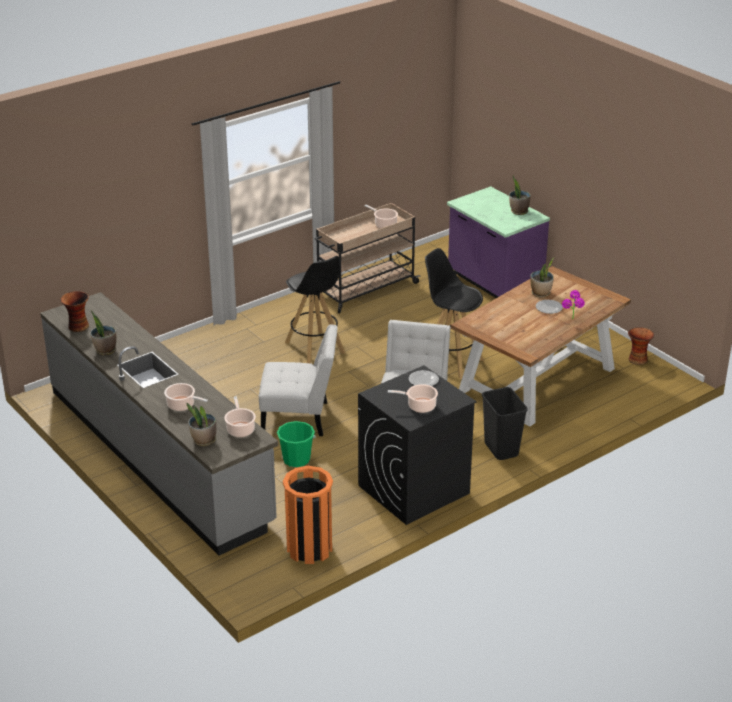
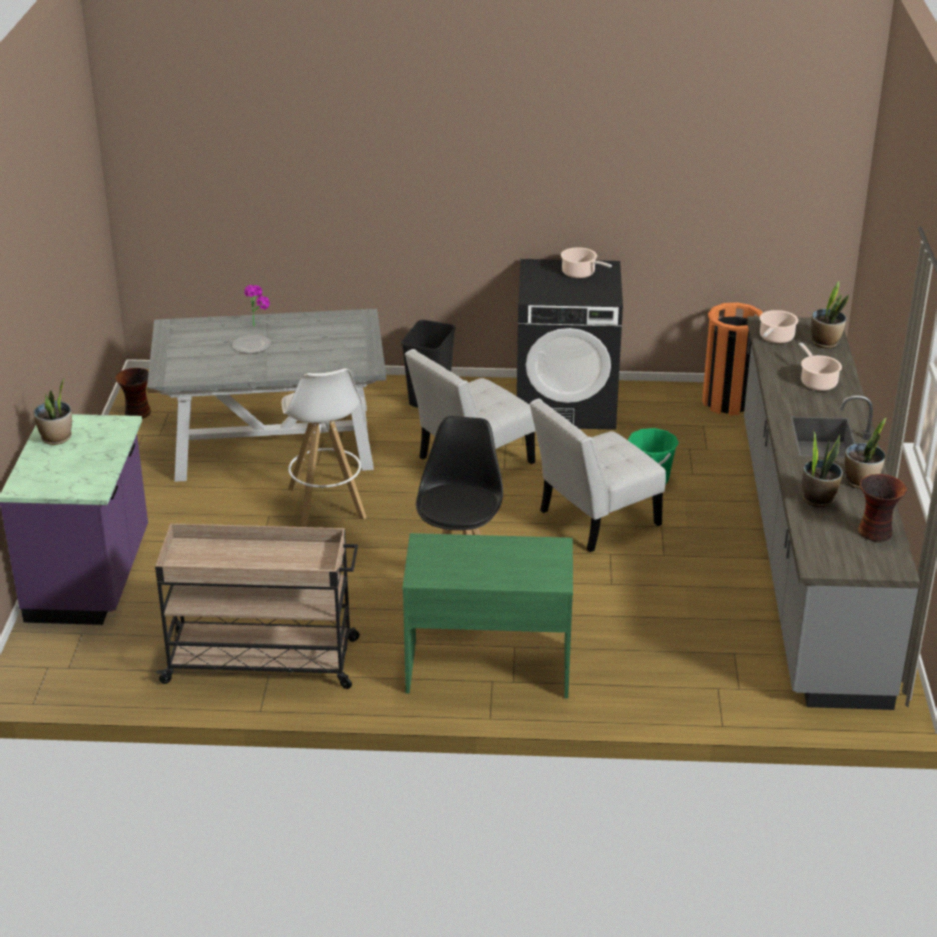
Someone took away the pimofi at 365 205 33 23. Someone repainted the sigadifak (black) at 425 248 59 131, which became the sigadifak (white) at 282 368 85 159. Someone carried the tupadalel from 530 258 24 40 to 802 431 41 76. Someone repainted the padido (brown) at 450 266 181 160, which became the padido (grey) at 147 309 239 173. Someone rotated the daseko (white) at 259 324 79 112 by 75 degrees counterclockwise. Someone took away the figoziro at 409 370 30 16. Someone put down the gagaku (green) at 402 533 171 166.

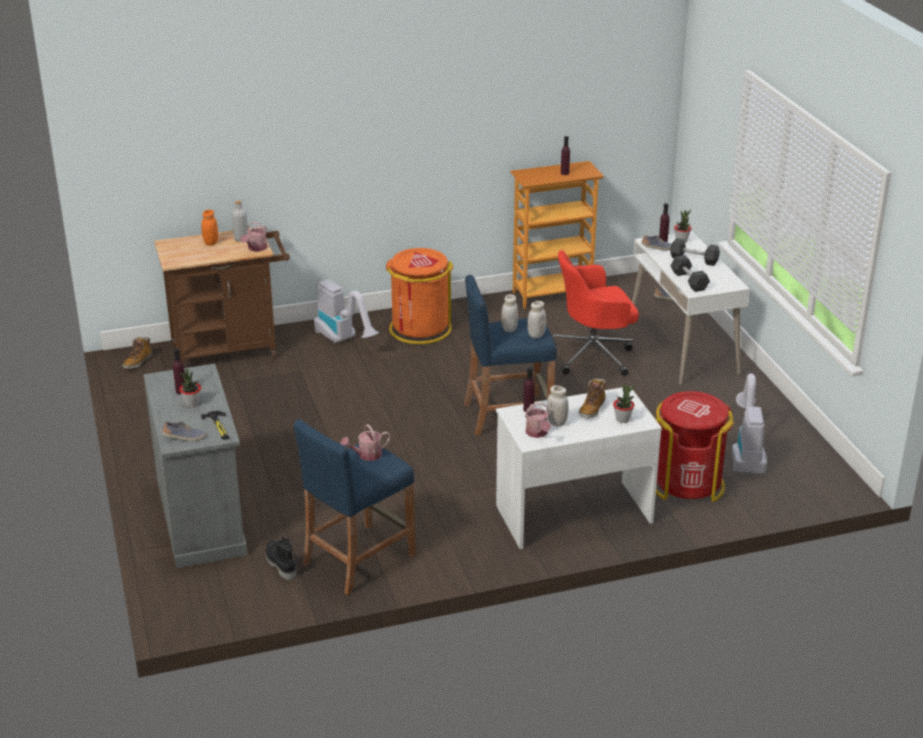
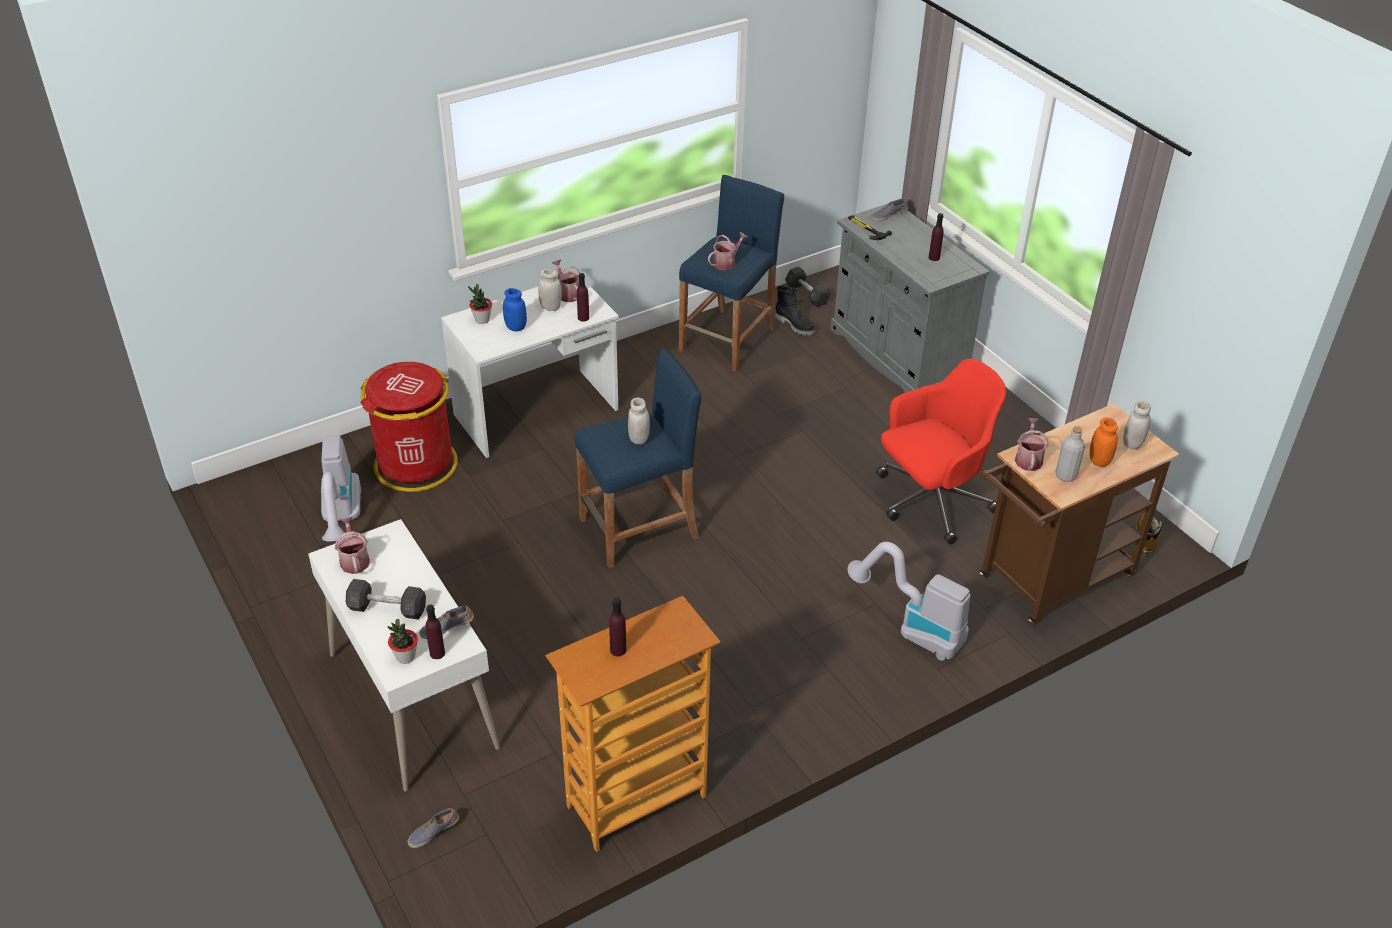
Someone took away the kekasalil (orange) at 386 248 67 96. Someone carried the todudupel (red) from 553 250 86 126 to 876 359 130 185. Someone carried the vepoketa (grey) from 670 255 40 37 to 785 266 46 41. Someone carried the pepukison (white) from 527 301 19 37 to 1123 401 28 49. Someone took away the tupadalel at 180 369 21 38. Someone swapped the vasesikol at 579 378 27 41 for the pepukison (blue) at 503 288 24 44. Someone put down the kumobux at 335 517 35 57.

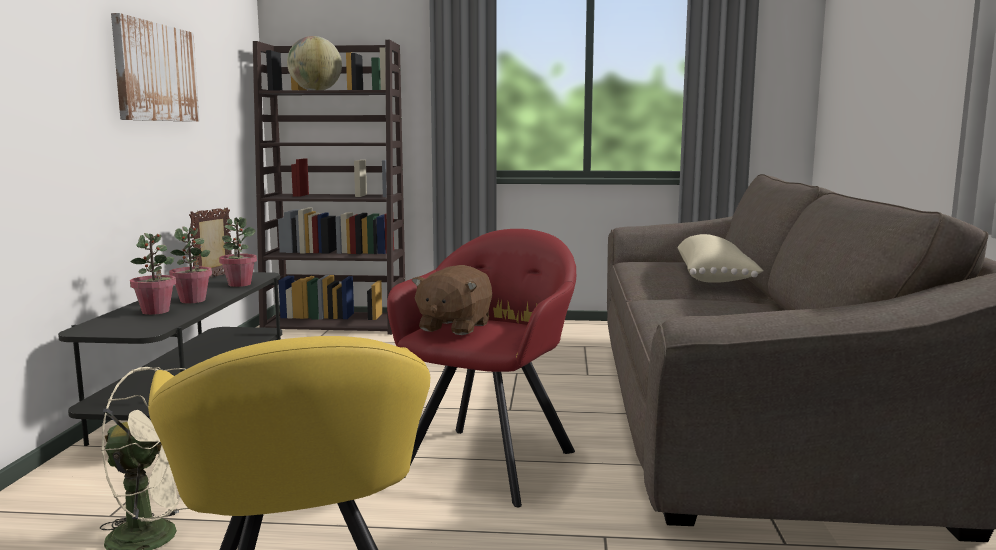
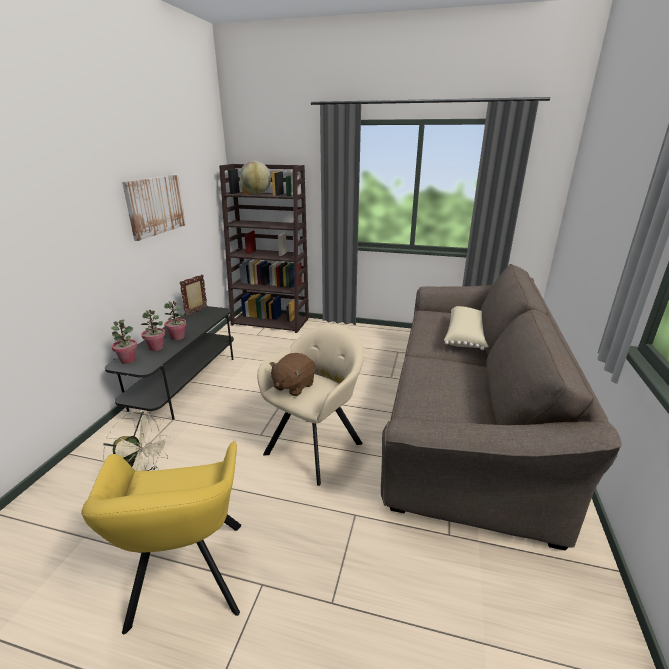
Someone carried the tupadalel from 219 217 38 70 to 111 320 26 44. Someone repainted the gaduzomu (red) at 387 229 189 278, which became the gaduzomu (beige) at 257 324 107 162.

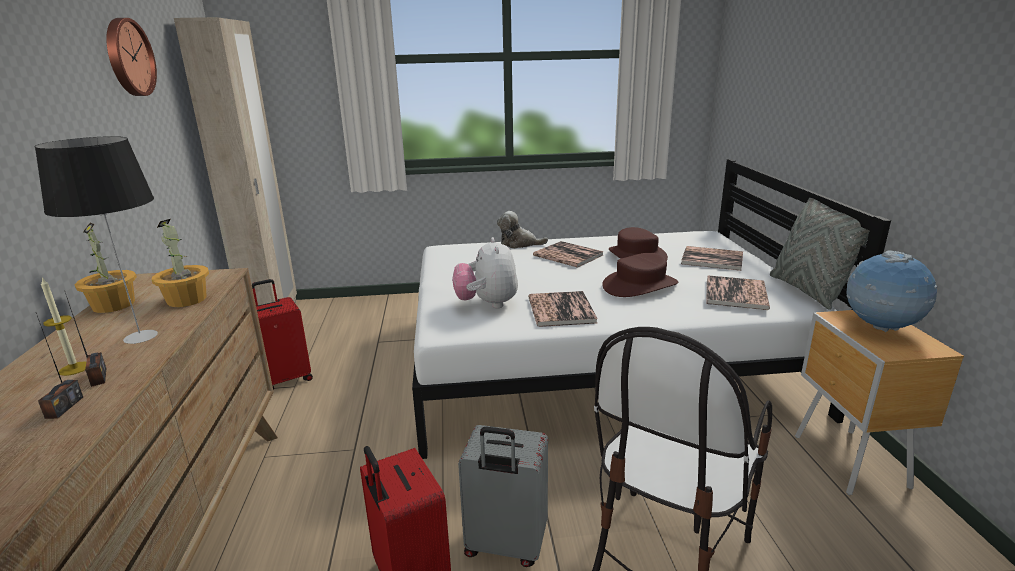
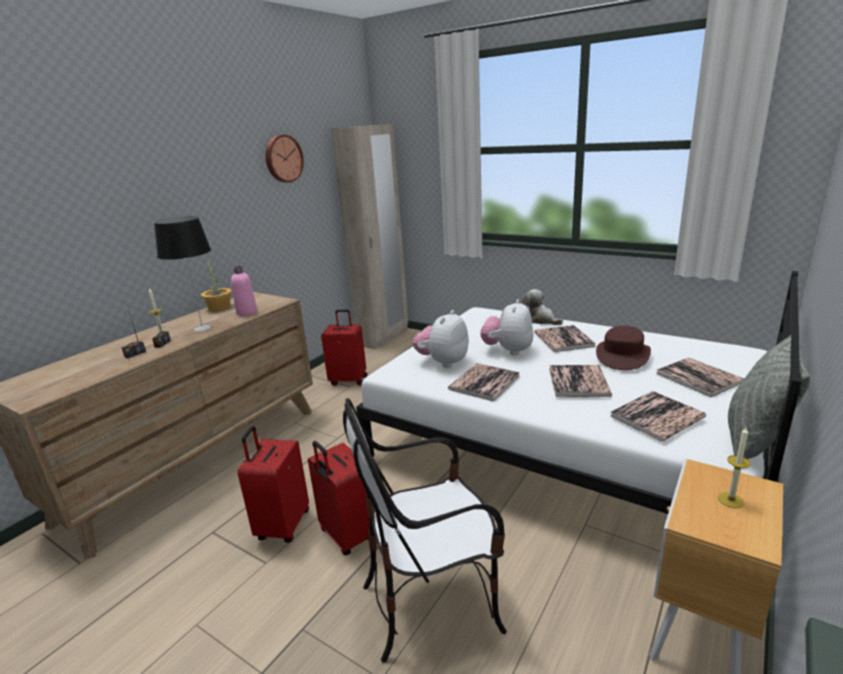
Someone swapped the tupadalel at 152 219 57 88 for the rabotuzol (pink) at 231 266 26 50. Someone swapped the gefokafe at 846 250 91 82 for the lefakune at 718 427 33 81. Someone swapped the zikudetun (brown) at 602 253 76 44 for the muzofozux at 549 365 63 32. Someone repainted the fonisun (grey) at 458 425 90 142, which became the fonisun (red) at 308 441 66 114. Someone put down the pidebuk at 480 299 54 57.

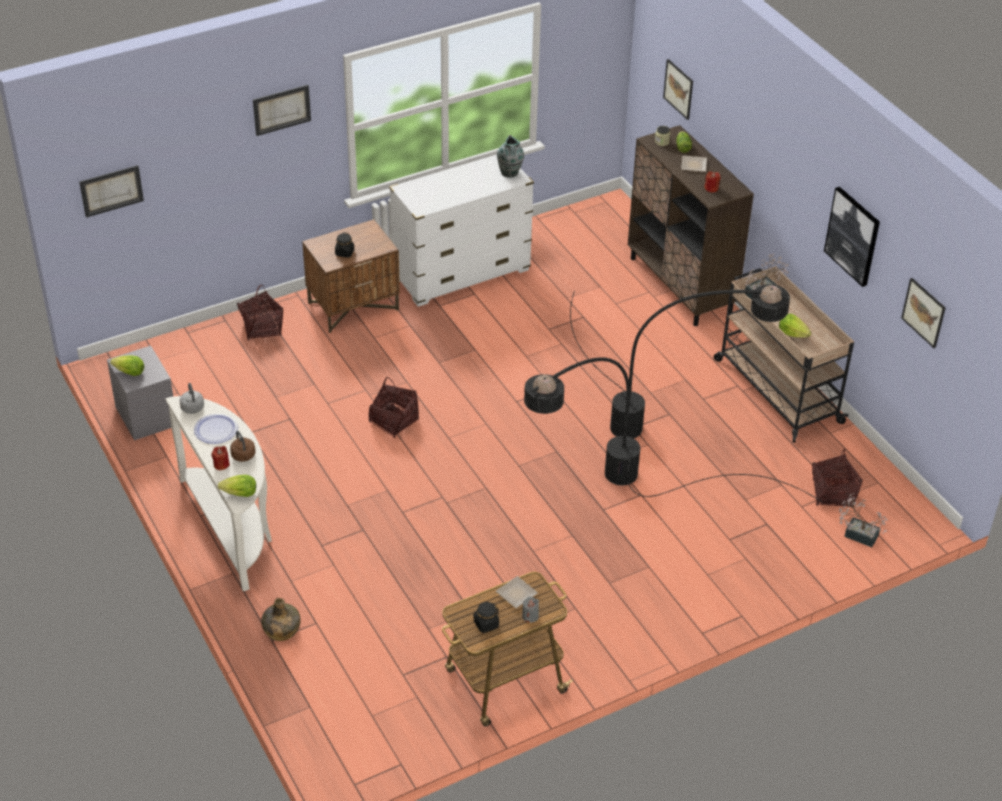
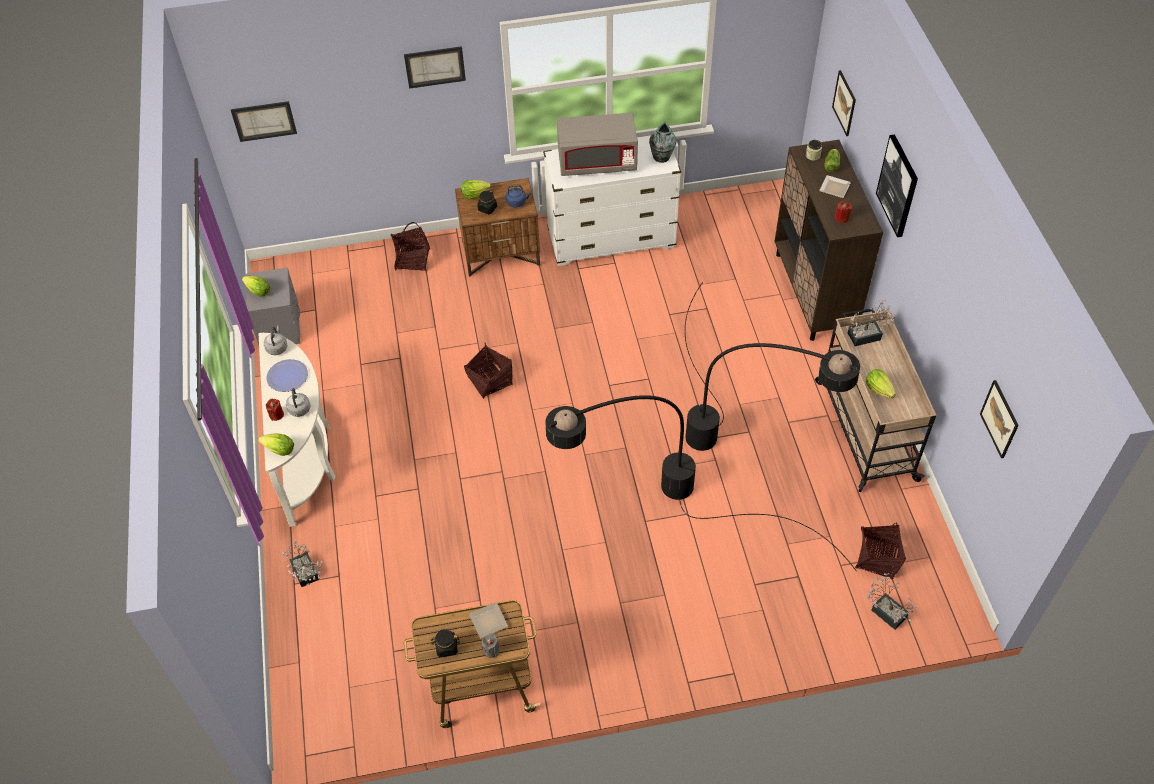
Someone carried the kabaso from 824 187 56 100 to 876 134 42 103. Someone repainted the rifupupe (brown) at 230 431 25 31, which became the rifupupe (grey) at 286 388 25 29. Someone swapped the rabotuzol (green) at 261 598 40 43 for the tupadalel at 282 541 41 46. Someone put down the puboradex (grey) at 557 113 81 63. Someone put down the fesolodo at 461 180 30 19. Someone put down the rifupupe (blue) at 506 185 25 22.

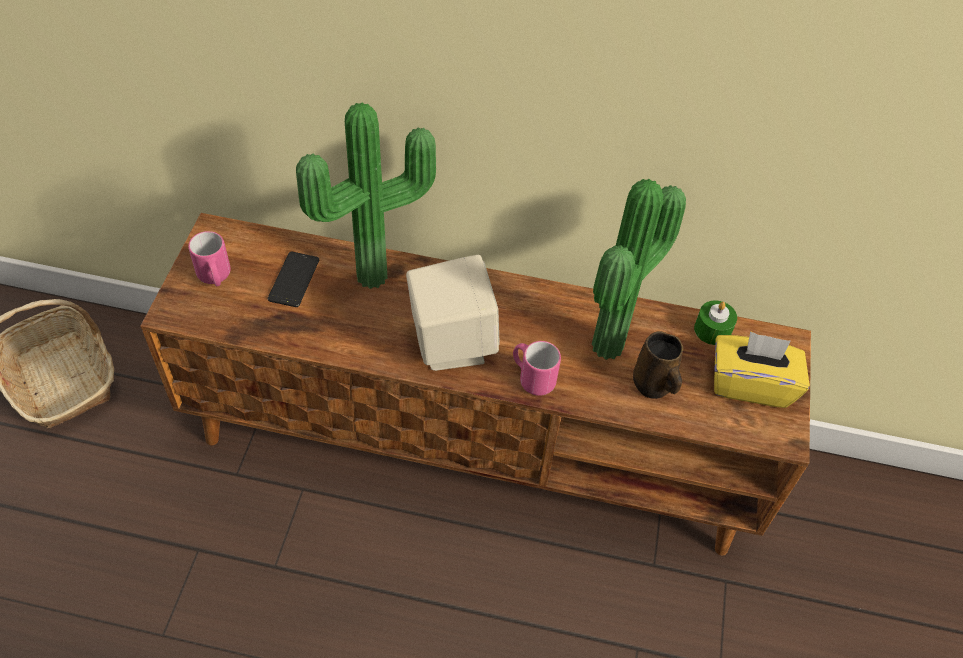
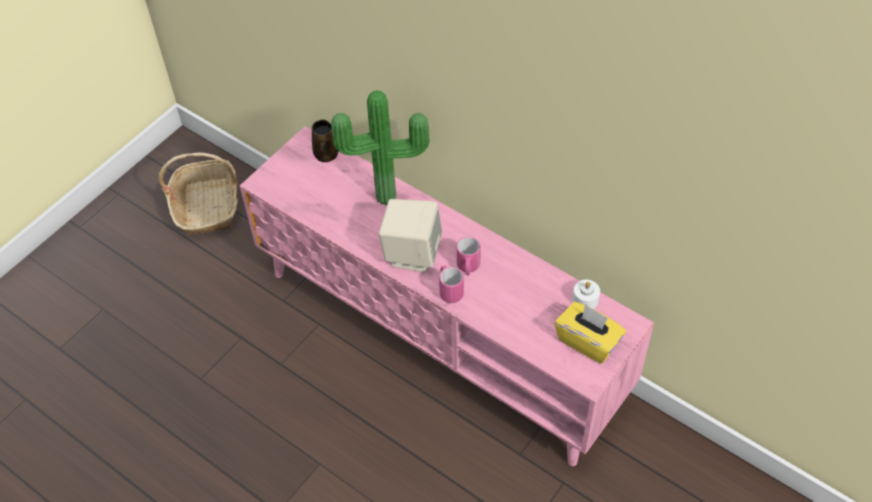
Someone took away the tupadalel at 592 179 94 181. Someone repainted the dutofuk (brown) at 140 213 671 343, which became the dutofuk (pink) at 240 126 414 340. Someone carried the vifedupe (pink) from 188 231 43 55 to 456 237 25 38. Someone took away the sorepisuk at 268 252 51 55. Someone repainted the lefakune (green) at 694 300 43 45, which became the lefakune (white) at 572 280 28 29. Someone carried the vifedupe (brown) from 633 331 50 68 to 312 120 26 42.

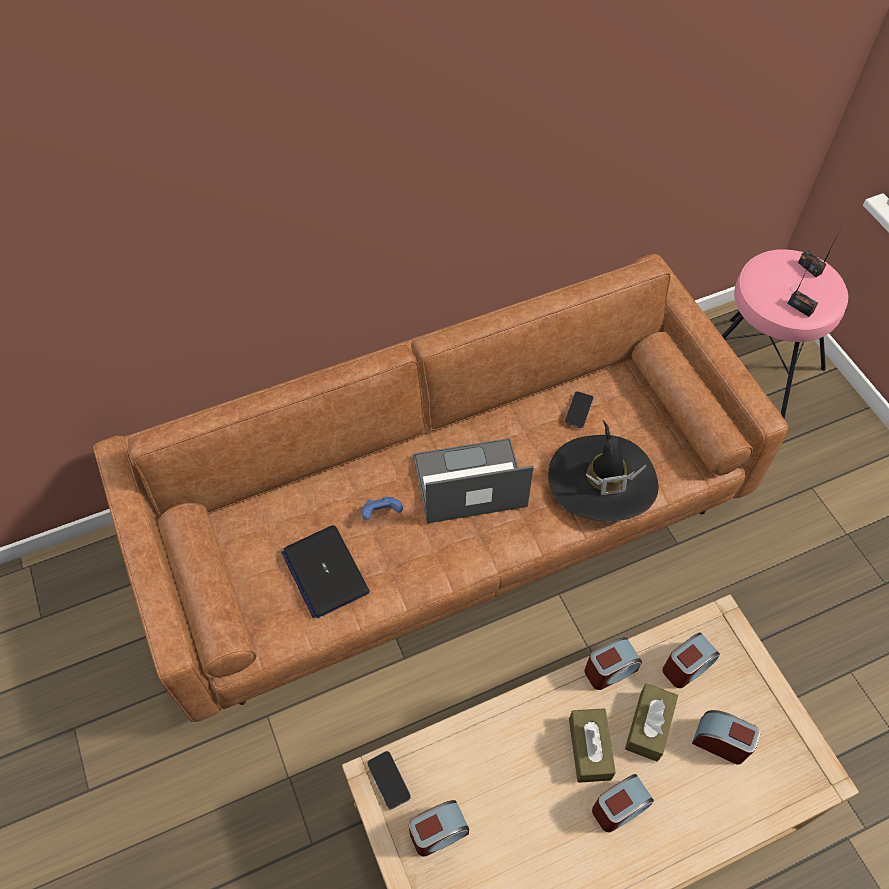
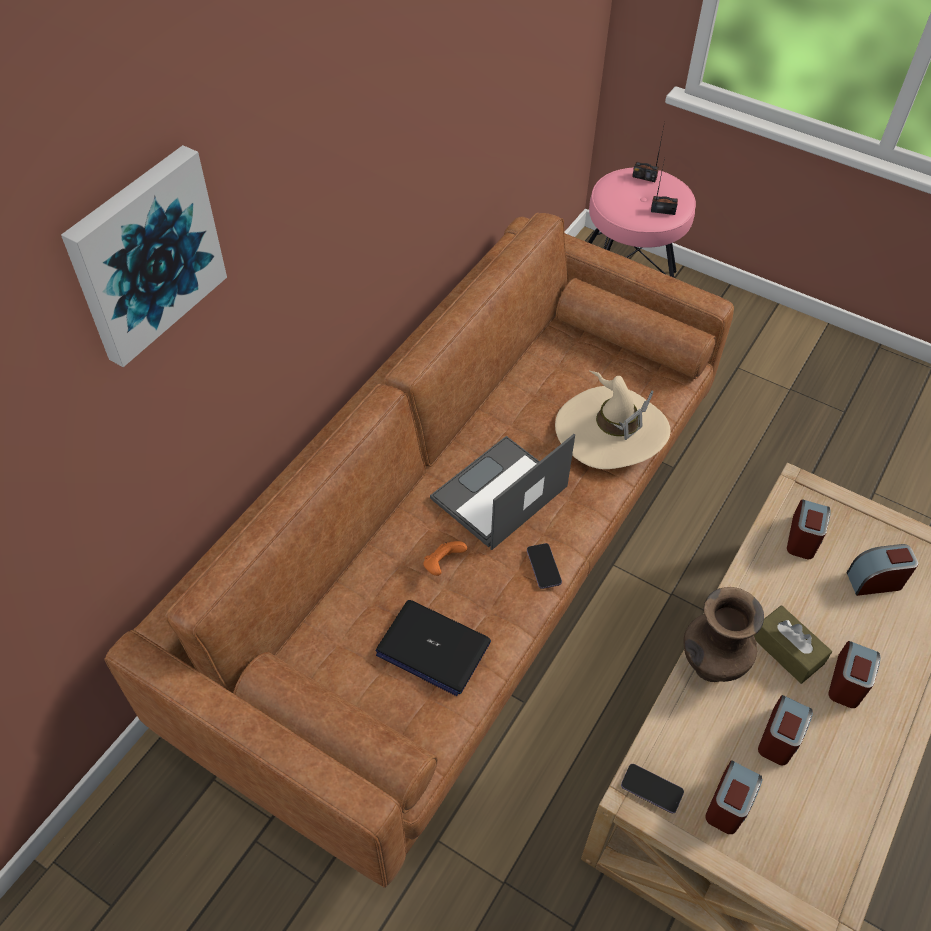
Someone carried the sorepisuk from 564 391 30 37 to 527 543 35 46. Someone repainted the zikudetun (black) at 548 420 110 102, which became the zikudetun (beige) at 555 370 115 99. Someone repainted the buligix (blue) at 361 497 42 23, which became the buligix (orange) at 423 541 44 35. Someone carried the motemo from 585 637 57 53 to 758 695 55 70. Someone took away the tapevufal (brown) at 625 683 53 78. Someone put up the kabaso at 61 145 166 222. Someone put down the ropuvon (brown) at 683 587 81 95.

